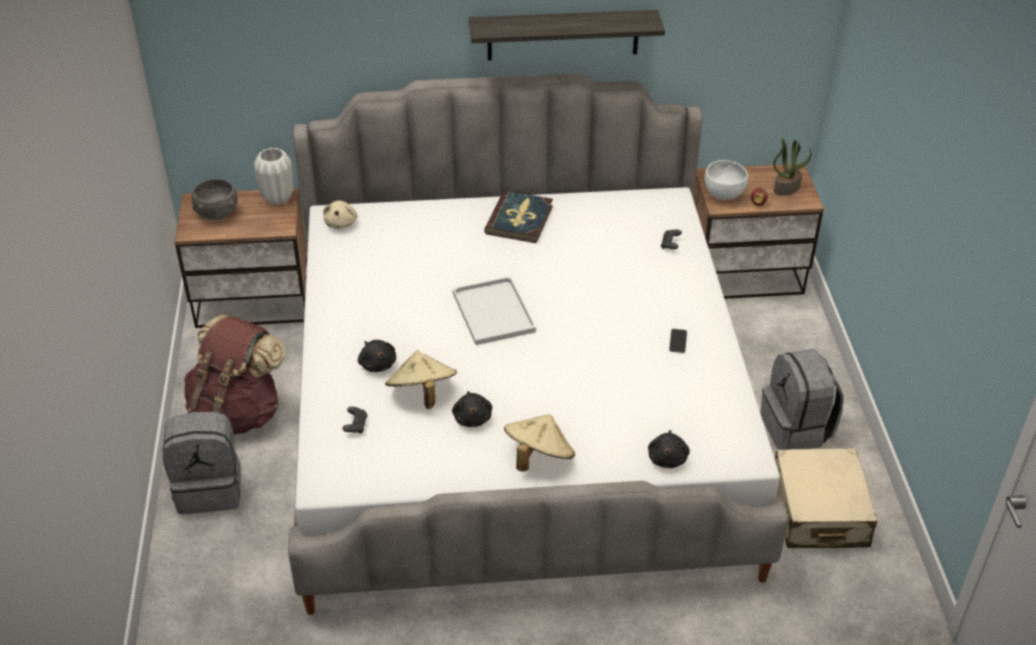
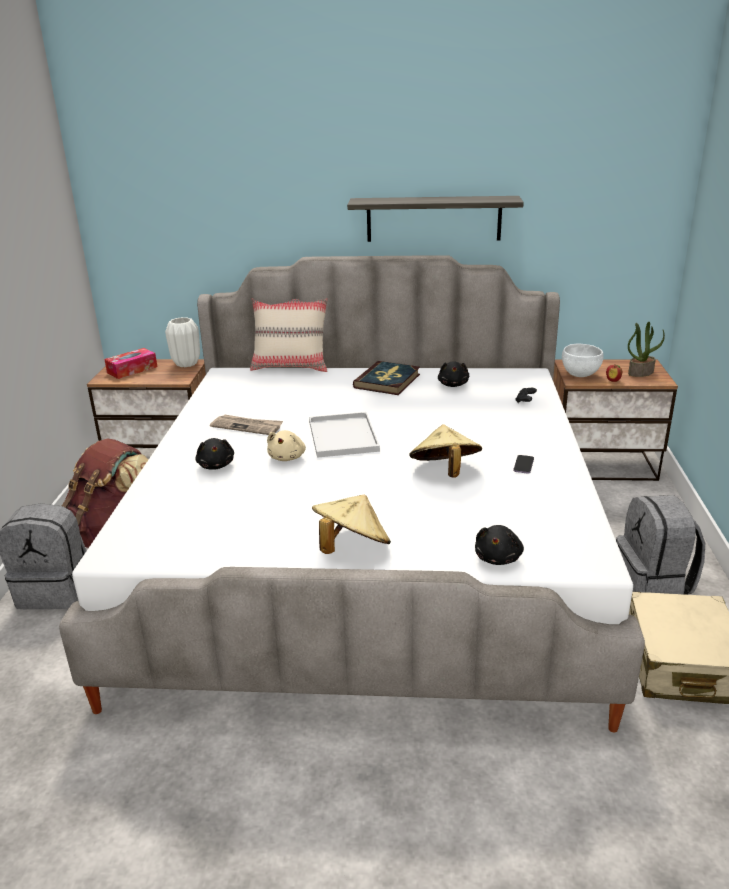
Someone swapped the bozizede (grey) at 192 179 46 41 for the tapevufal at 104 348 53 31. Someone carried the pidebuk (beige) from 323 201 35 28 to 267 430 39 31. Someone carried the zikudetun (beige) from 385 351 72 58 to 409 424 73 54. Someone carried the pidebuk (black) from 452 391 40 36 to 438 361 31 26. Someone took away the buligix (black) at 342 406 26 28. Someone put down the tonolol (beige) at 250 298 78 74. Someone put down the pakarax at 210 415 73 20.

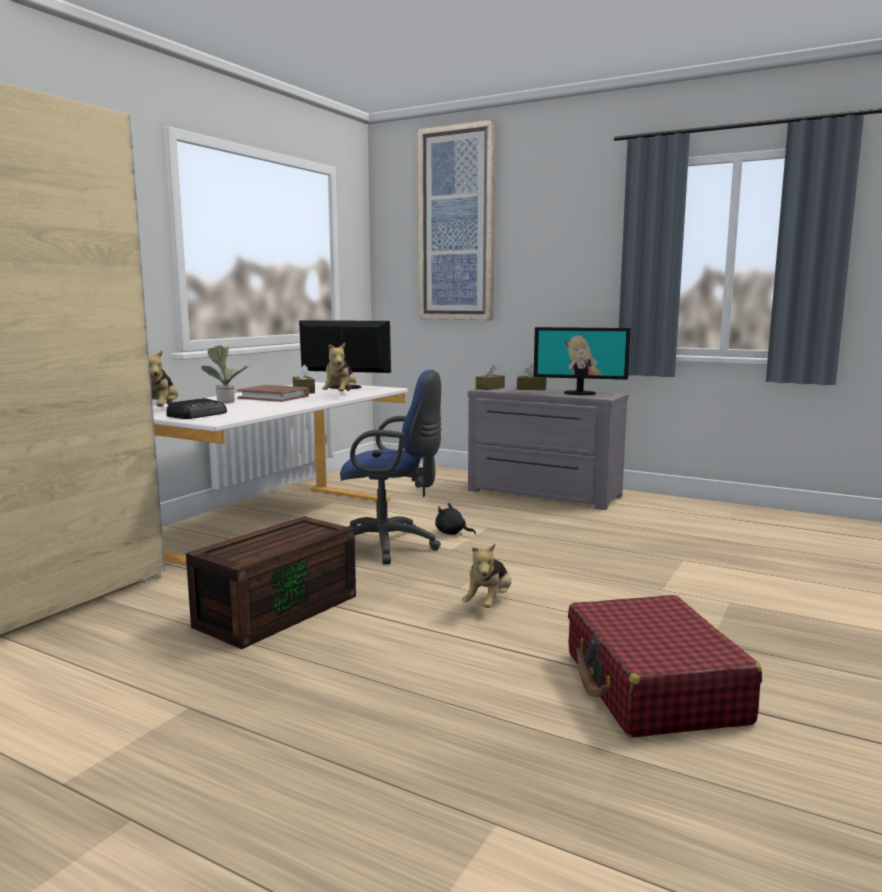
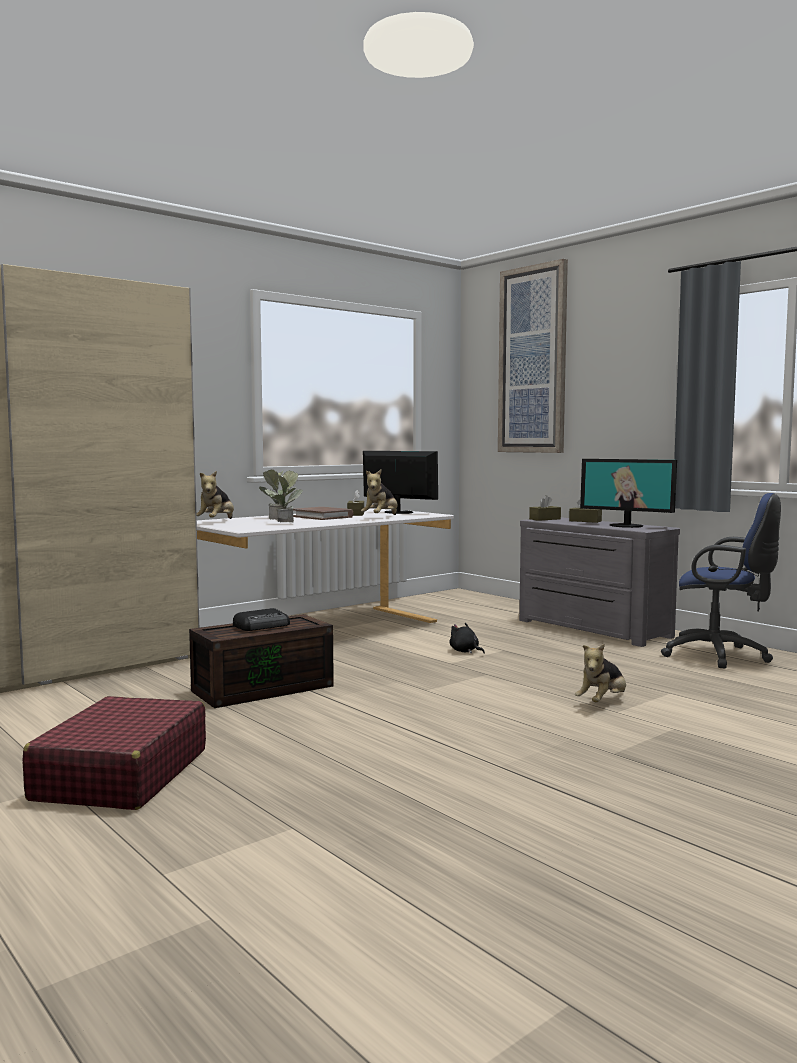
Someone carried the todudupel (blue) from 340 370 101 194 to 661 493 120 175. Someone carried the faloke from 167 398 60 21 to 233 608 57 23. Someone carried the pidebuk from 462 544 50 64 to 575 644 51 58. Someone carried the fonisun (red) from 568 595 194 142 to 23 696 183 114. Someone put down the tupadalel at 265 471 38 52.

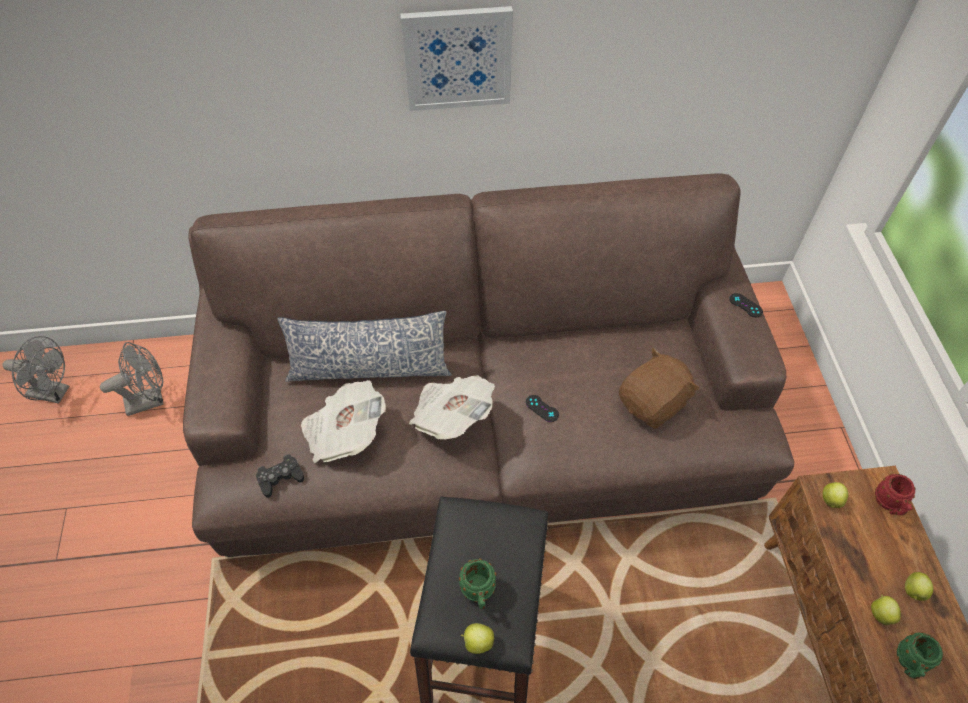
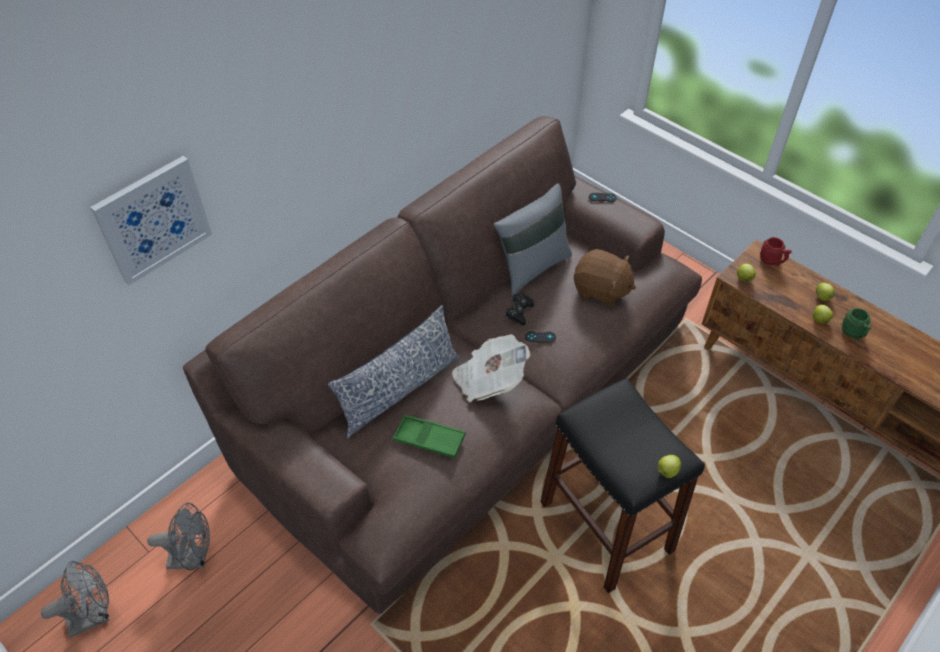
Someone carried the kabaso from 401 6 112 105 to 90 156 122 129. Someone rotated the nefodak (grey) at 100 342 64 74 by 60 degrees clockwise. Someone rotated the pidebuk (brown) at 619 348 80 81 by 105 degrees clockwise. Someone swapped the pakarax at 301 380 85 83 for the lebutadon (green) at 393 415 73 43. Someone carried the buligix (black) from 256 454 48 44 to 505 293 29 32. Someone took away the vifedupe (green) at 459 559 37 50. Someone put down the tonolol (grey) at 493 184 79 112.

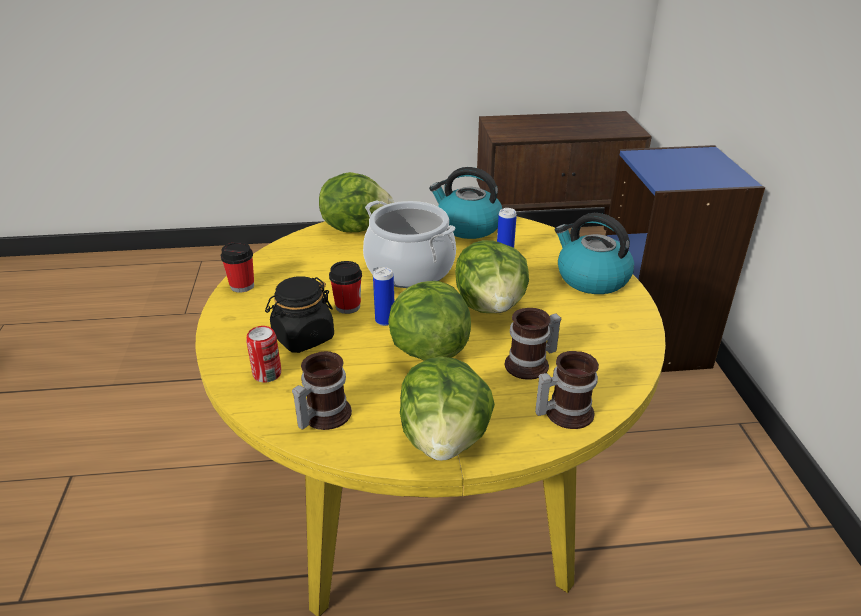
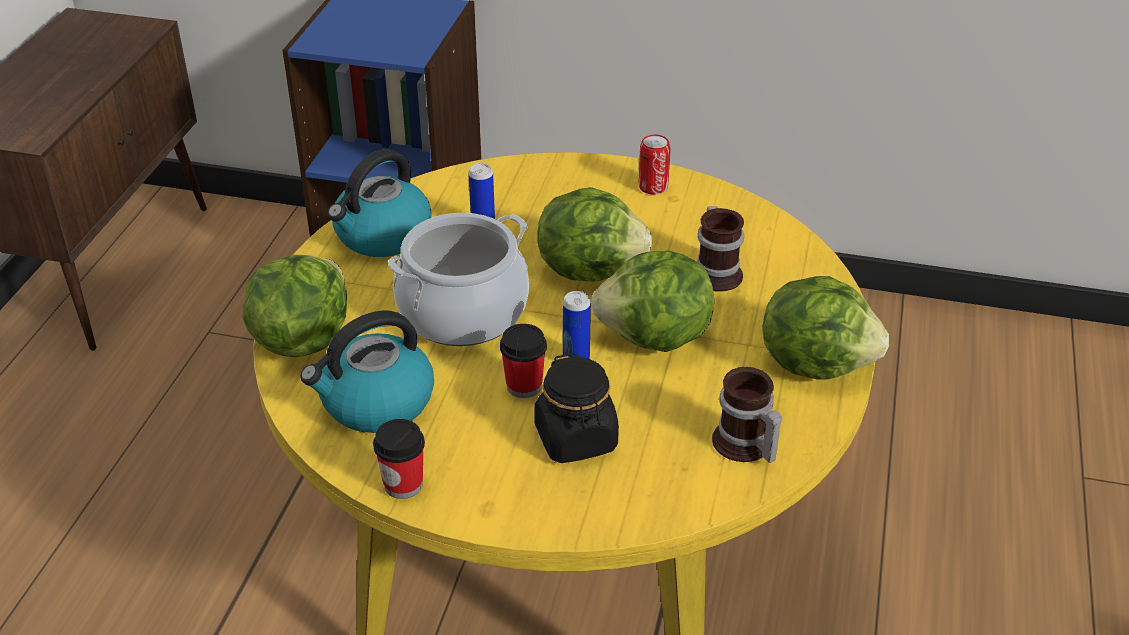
Someone carried the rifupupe from 555 213 79 81 to 300 310 134 123. Someone carried the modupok from 246 326 35 57 to 639 135 32 60. Someone took away the vifedupe at 535 351 64 78.

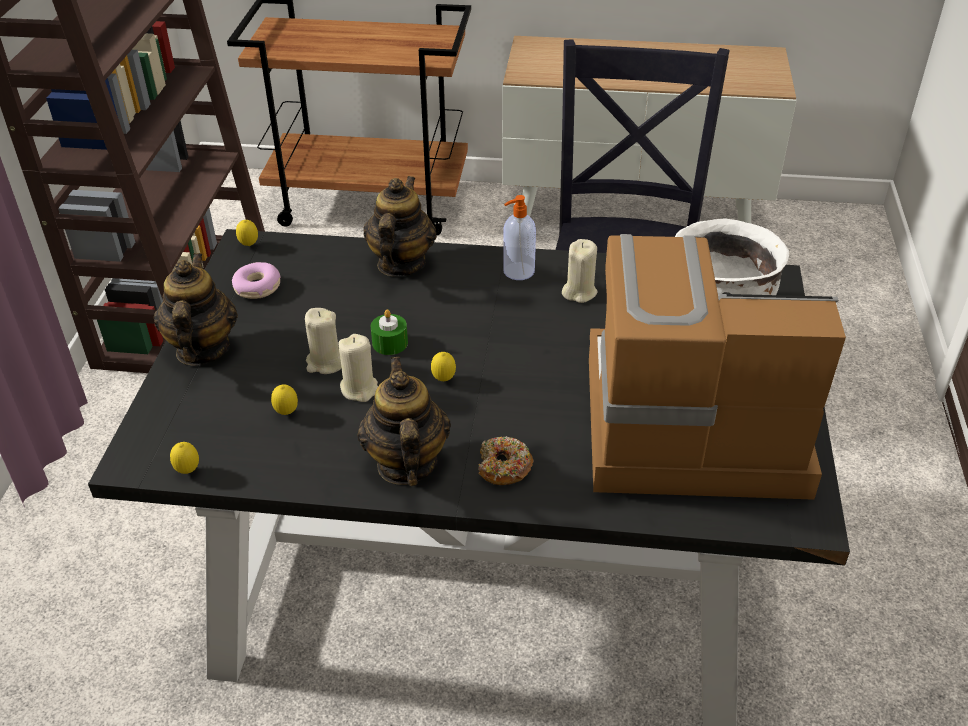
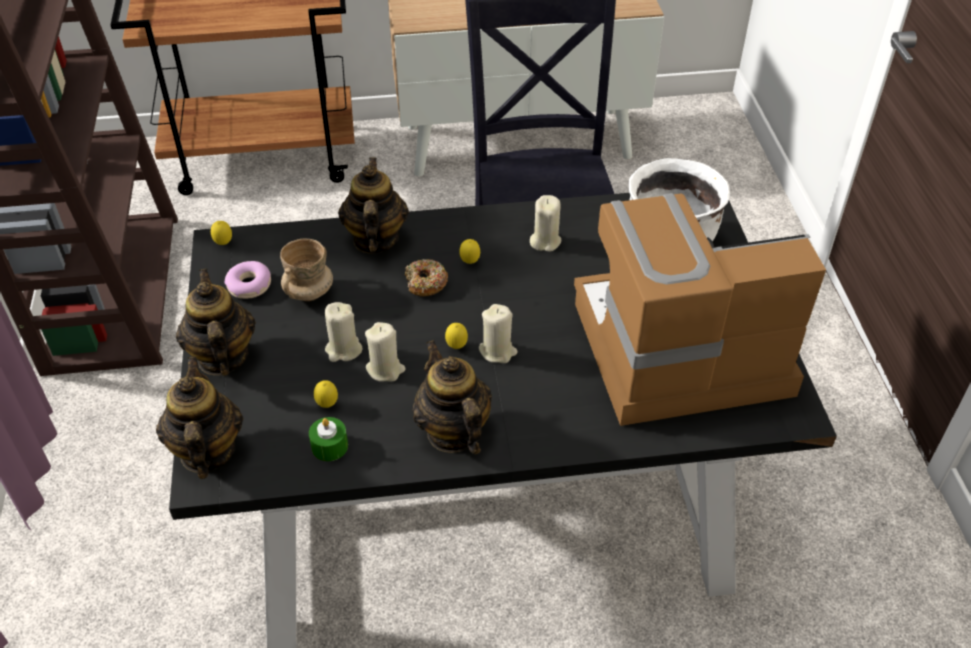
Someone took away the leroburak at 503 195 33 85. Someone carried the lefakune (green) from 371 309 37 46 to 309 417 39 44. Someone carried the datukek from 478 436 55 49 to 405 259 43 38. Someone carried the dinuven from 170 442 29 32 to 460 239 20 25. Someone put down the vifedupe (beige) at 280 239 53 62. Someone put down the lefakune (beige) at 479 304 39 59. Someone put down the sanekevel at 156 357 87 122.

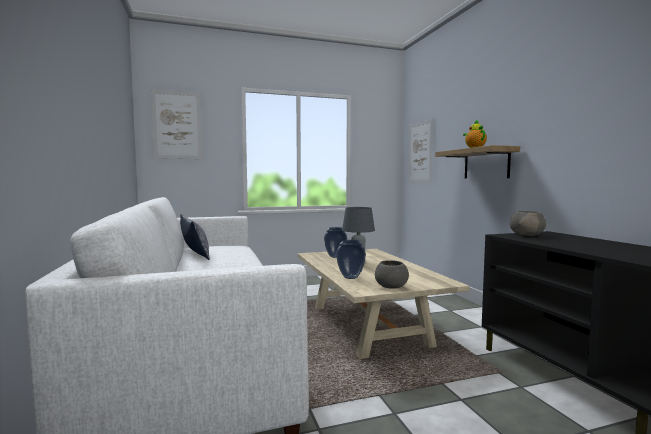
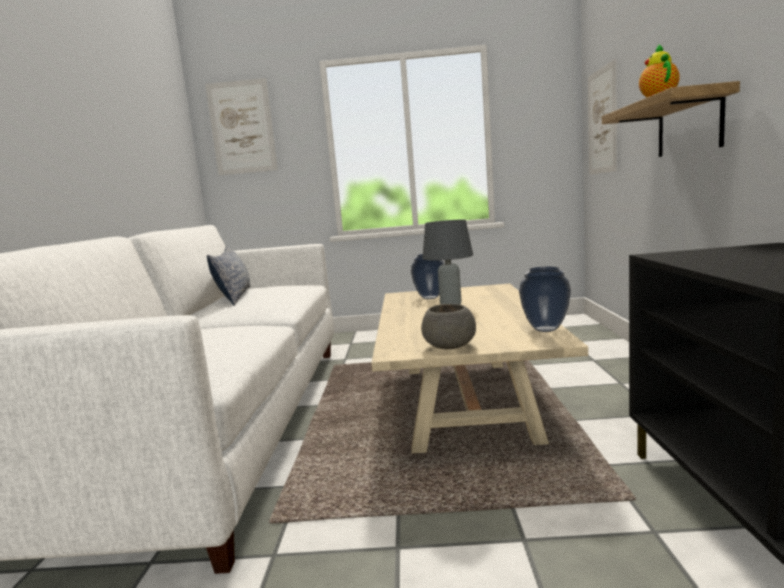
Someone took away the bozizede (grey) at 510 211 36 25. Someone carried the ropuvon from 336 240 30 39 to 519 267 52 65.

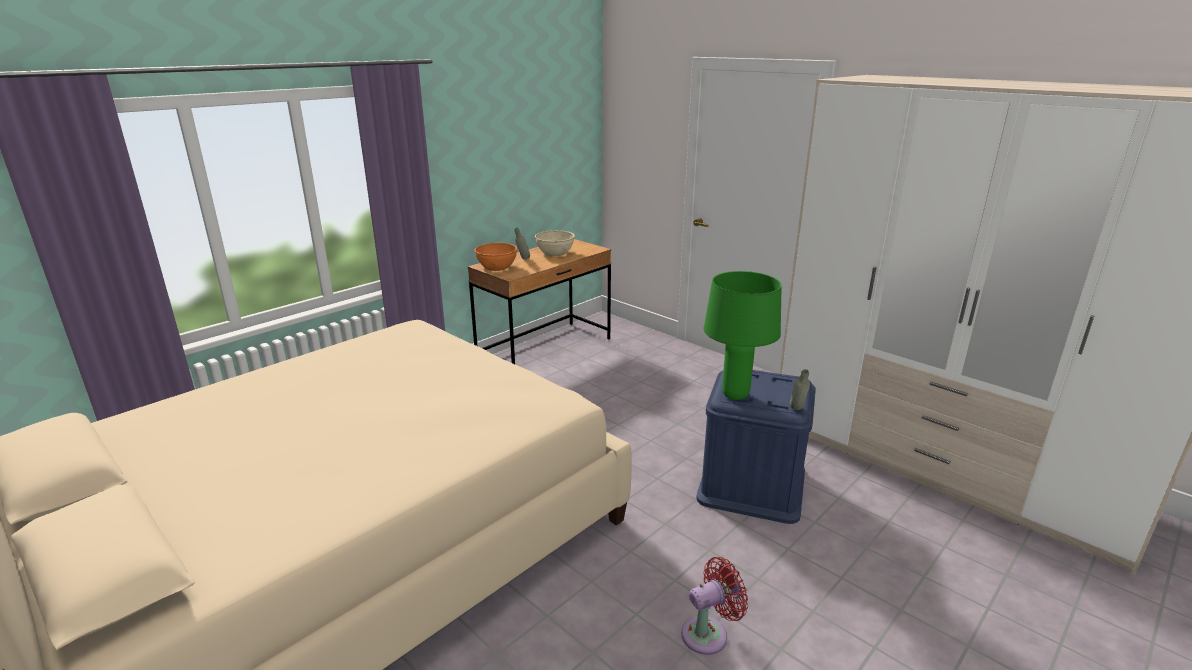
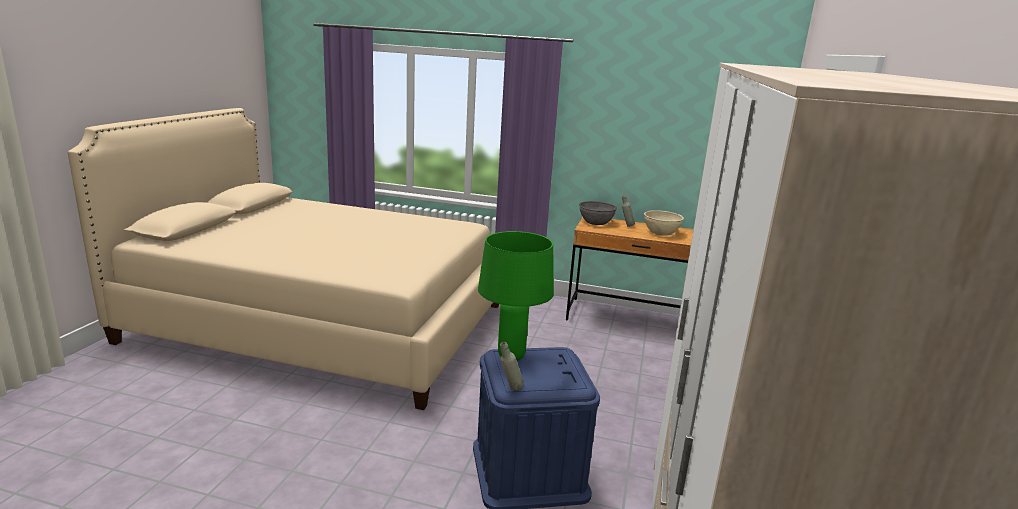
Someone repainted the bozizede (orange) at 474 243 44 28, which became the bozizede (grey) at 579 201 38 24. Someone took away the nefodak (red) at 681 557 67 98.

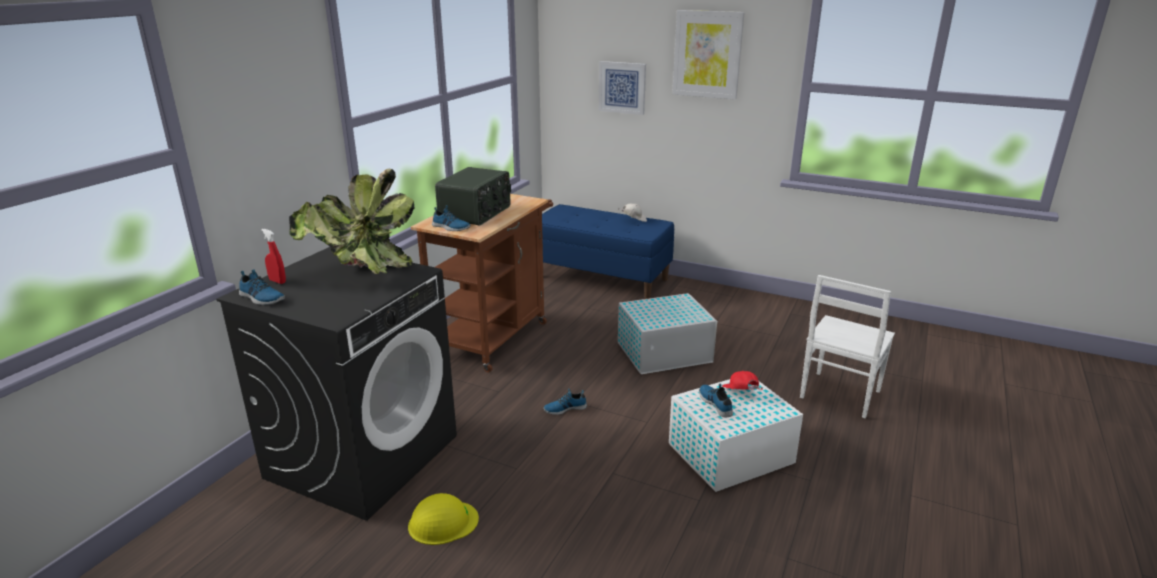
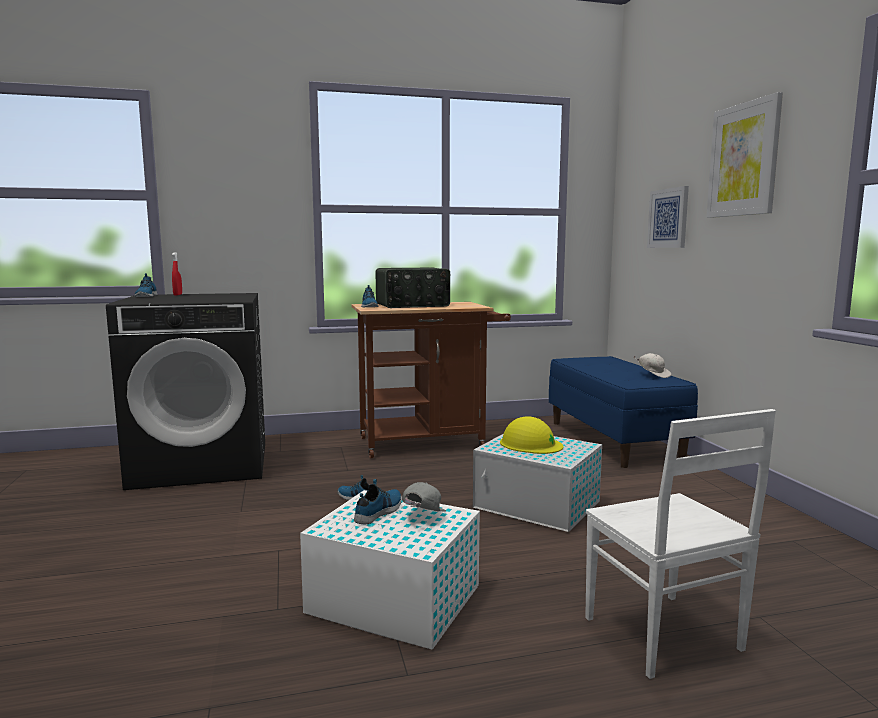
Someone took away the tupadalel at 289 169 126 105. Someone rotated the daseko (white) at 800 275 95 143 by 105 degrees counterclockwise. Someone repainted the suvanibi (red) at 722 371 41 19, which became the suvanibi (grey) at 402 482 44 30. Someone carried the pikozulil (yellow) from 408 493 71 52 to 500 416 64 38.

